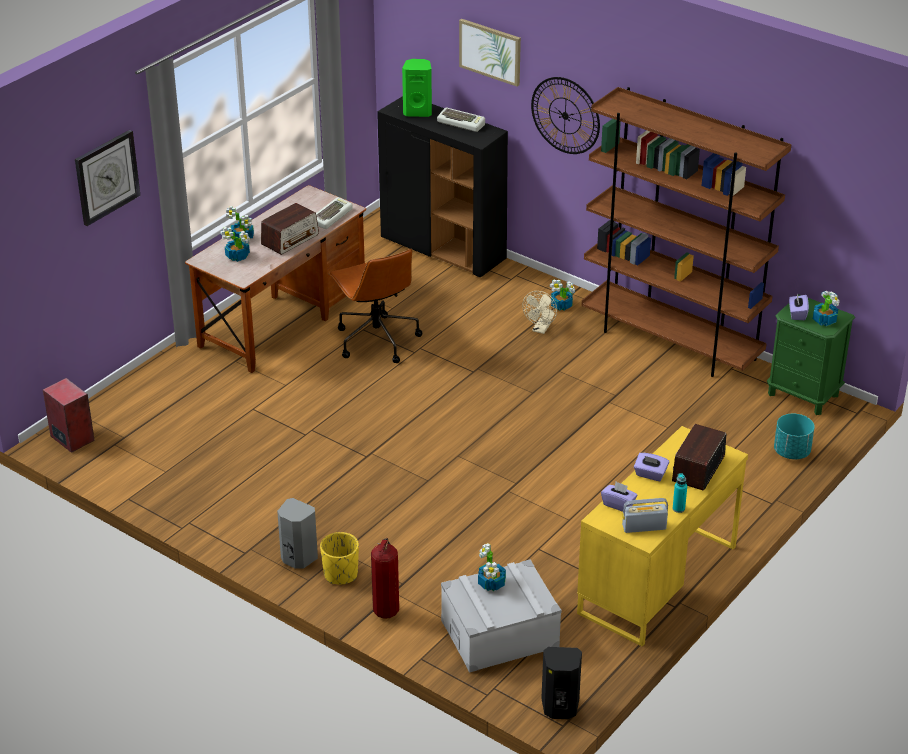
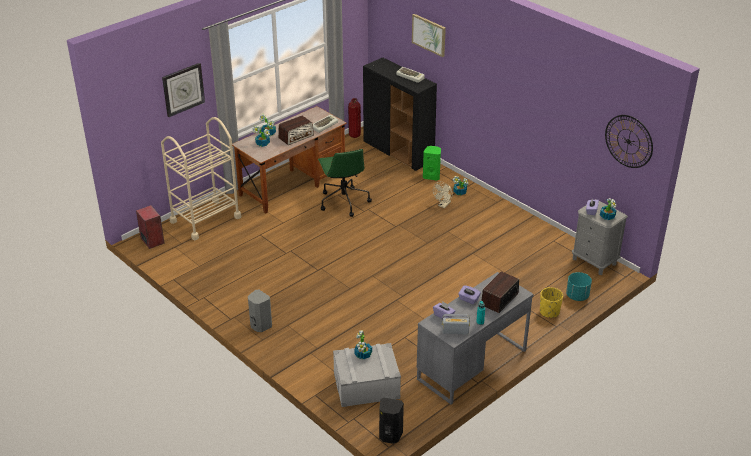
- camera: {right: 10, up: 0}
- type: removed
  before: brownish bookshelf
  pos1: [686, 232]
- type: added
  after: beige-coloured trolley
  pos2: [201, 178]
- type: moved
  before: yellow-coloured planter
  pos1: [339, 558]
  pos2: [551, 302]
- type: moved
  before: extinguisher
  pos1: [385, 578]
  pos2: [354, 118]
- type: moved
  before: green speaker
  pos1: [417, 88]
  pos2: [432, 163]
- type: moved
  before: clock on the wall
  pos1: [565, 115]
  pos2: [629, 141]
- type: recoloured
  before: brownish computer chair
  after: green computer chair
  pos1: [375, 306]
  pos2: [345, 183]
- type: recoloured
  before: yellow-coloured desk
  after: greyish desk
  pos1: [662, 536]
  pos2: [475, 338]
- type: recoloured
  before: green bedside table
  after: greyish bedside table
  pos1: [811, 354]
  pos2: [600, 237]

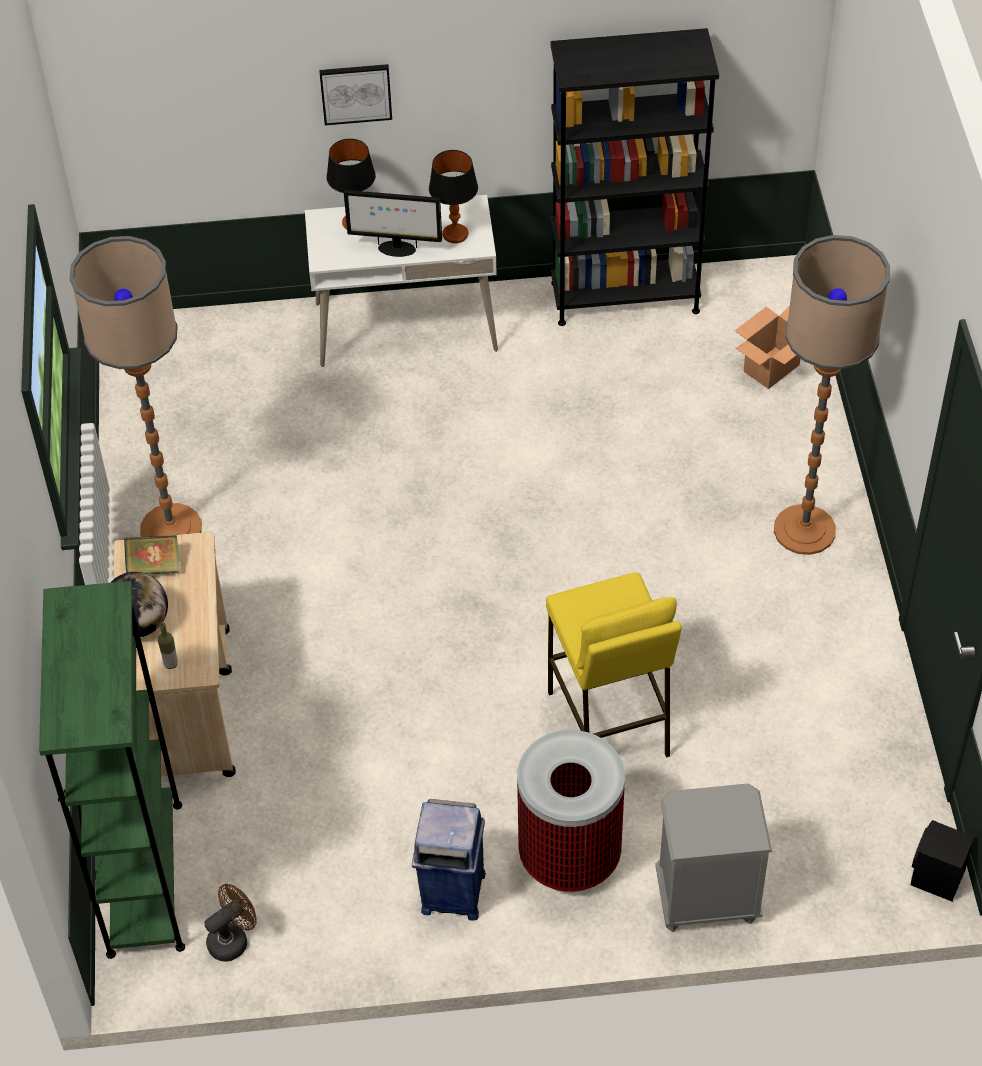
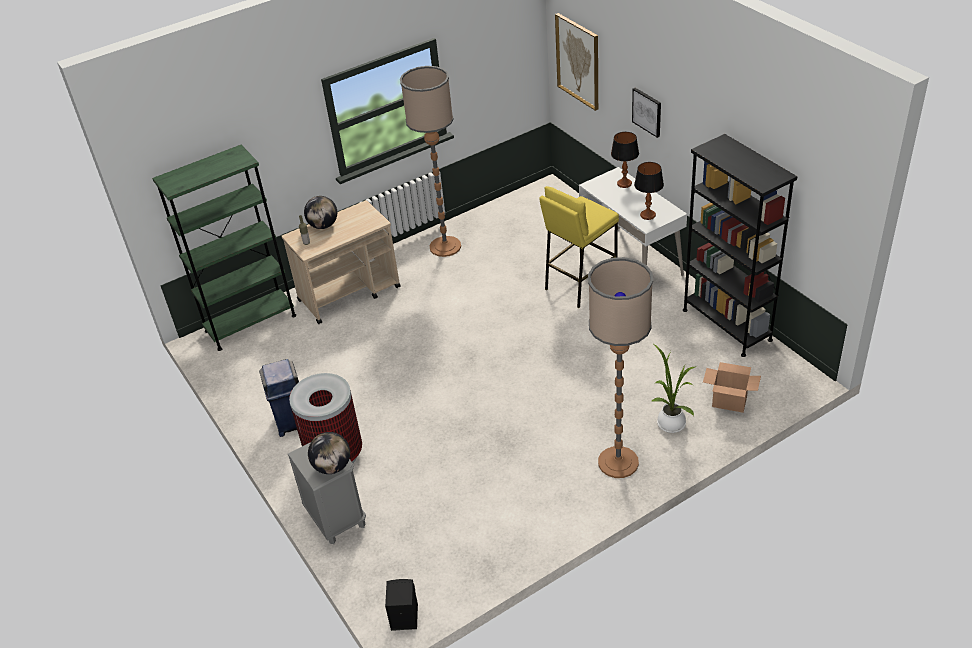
- camera: {right: 65, up: -10}
- type: removed
  before: volume
  pos1: [152, 555]
- type: removed
  before: brownish cooling fan
  pos1: [230, 922]
- type: removed
  before: monitor
  pos1: [393, 223]
- type: added
  after: globe
  pos2: [329, 453]
- type: added
  after: wall art
  pos2: [576, 62]
- type: added
  after: potted plant
  pos2: [673, 389]
- type: moved
  before: yellow-coloured sitting stool
  pos1: [613, 665]
  pos2: [579, 247]

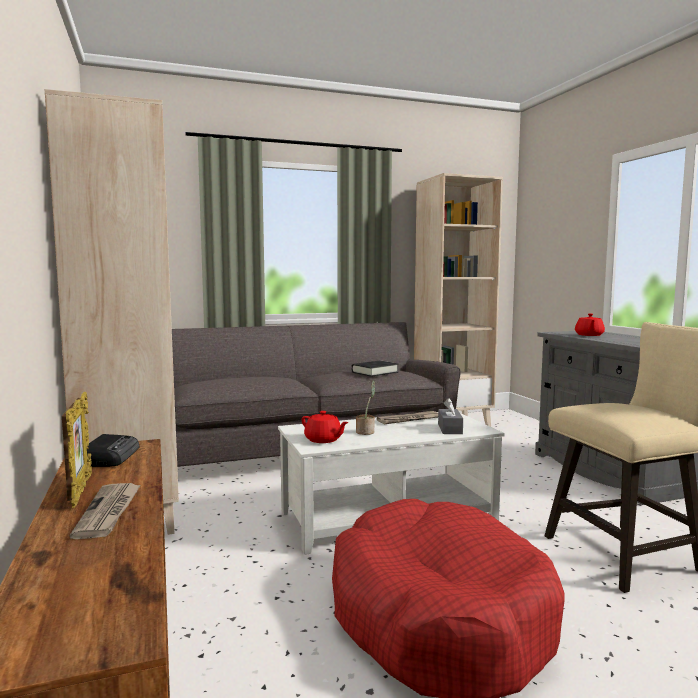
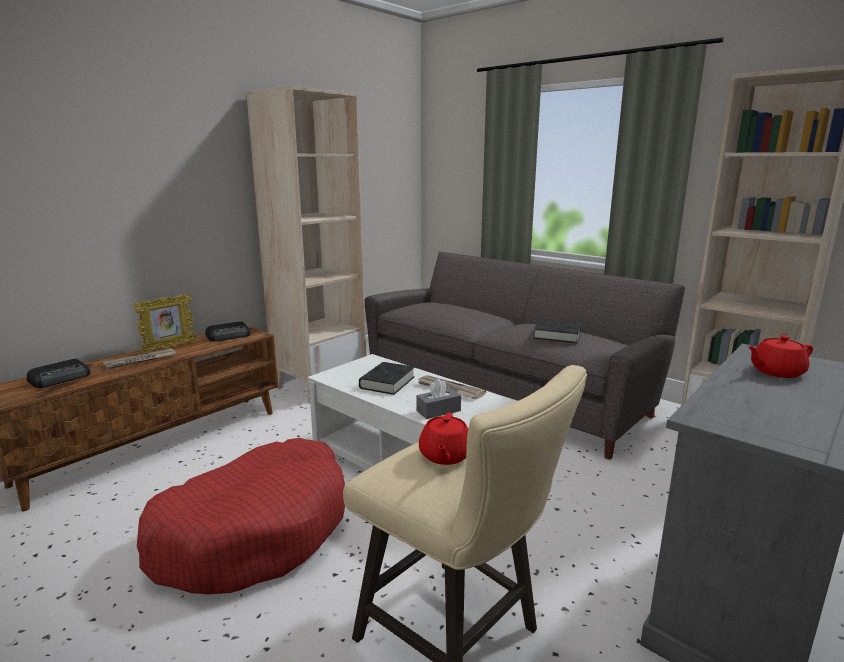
- camera: {right: 60, up: 10}
- type: added
  after: radio set
  pos2: [58, 373]
- type: moved
  before: red tea pot
  pos1: [325, 427]
  pos2: [443, 438]
- type: replaced
  before: potted plant
  after: blackish volume
  pos1: [365, 407]
  pos2: [387, 378]

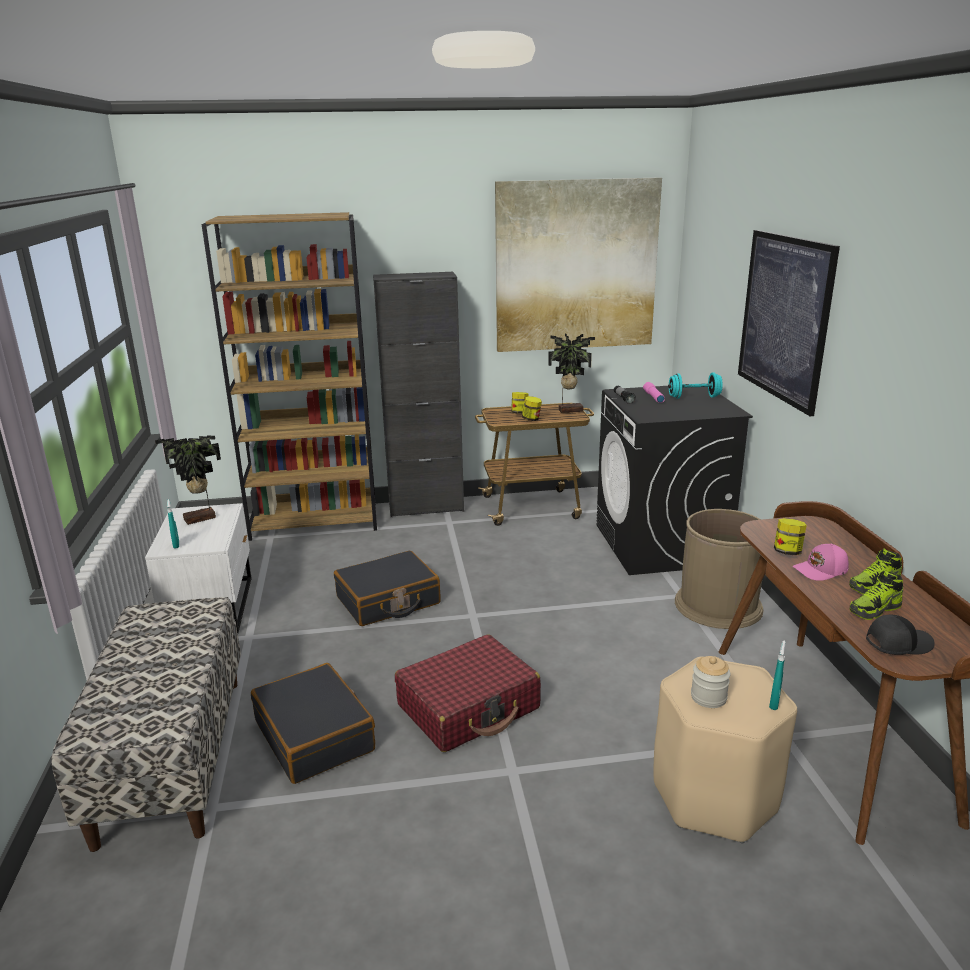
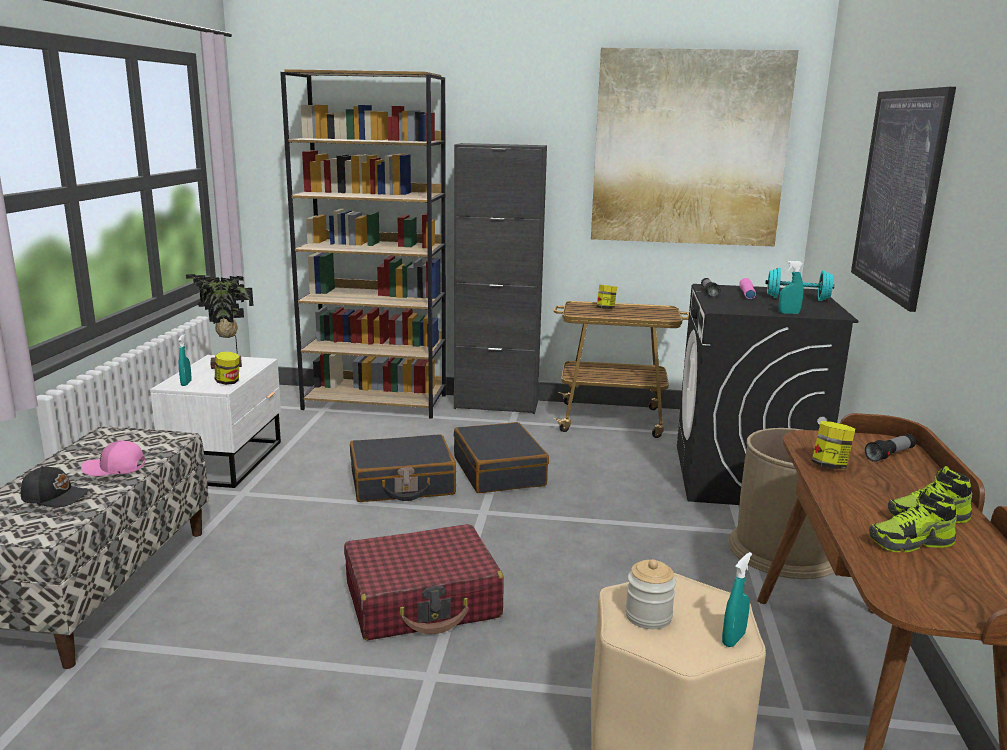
- camera: {right: 15, up: -5}
- type: removed
  before: potted plant
  pos1: [571, 373]
- type: added
  after: blue-green spray bottle
  pos2: [791, 287]
- type: added
  after: hand torch
  pos2: [890, 448]
- type: moved
  before: blackish piece of luggage
  pos1: [313, 723]
  pos2: [501, 457]
- type: moved
  before: jar
  pos1: [532, 408]
  pos2: [227, 368]
- type: moved
  before: pink-coloured peaked cap
  pos1: [820, 562]
  pos2: [113, 458]
- type: moved
  before: blackish peaked cap
  pos1: [900, 635]
  pos2: [55, 486]

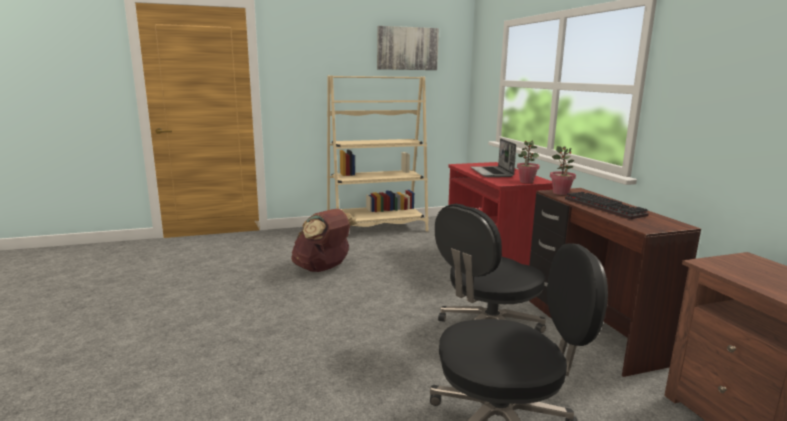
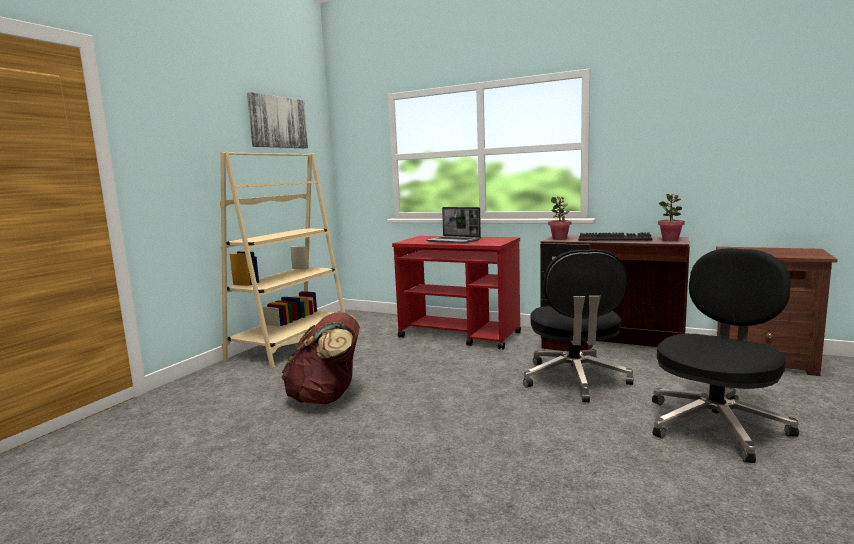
- camera: {right: -45, up: -5}
- type: moved
  before: potted plant
  pos1: [528, 161]
  pos2: [671, 217]

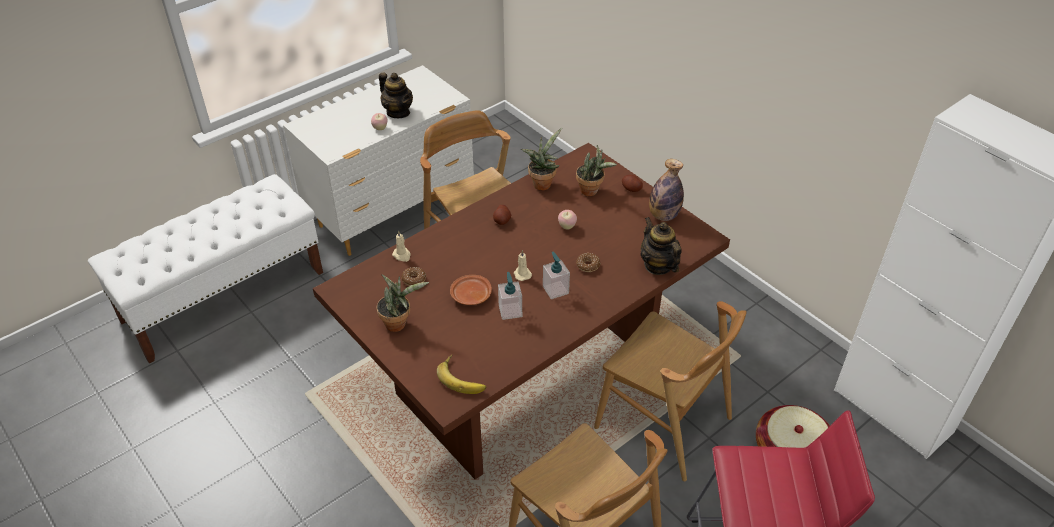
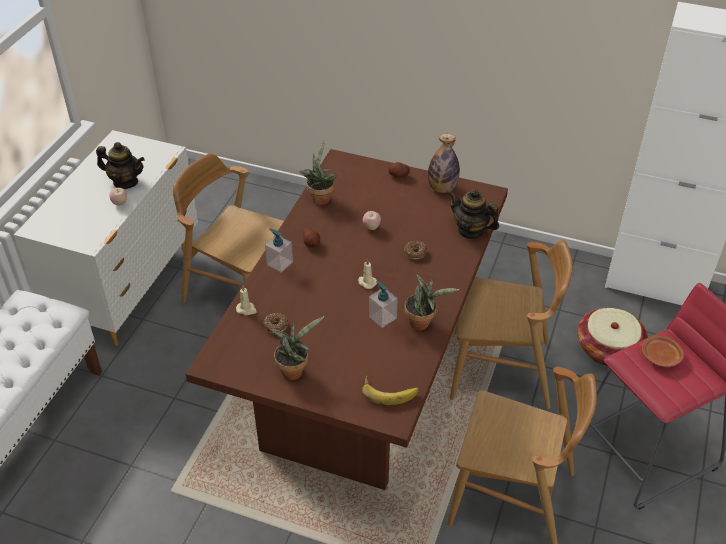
- camera: {right: -30, up: 0}
- type: moved
  before: brownish dinner plate
  pos1: [471, 290]
  pos2: [663, 351]
- type: moved
  before: liquid soap bottle
  pos1: [556, 275]
  pos2: [279, 250]
- type: moved
  before: potted plant
  pos1: [596, 170]
  pos2: [432, 301]

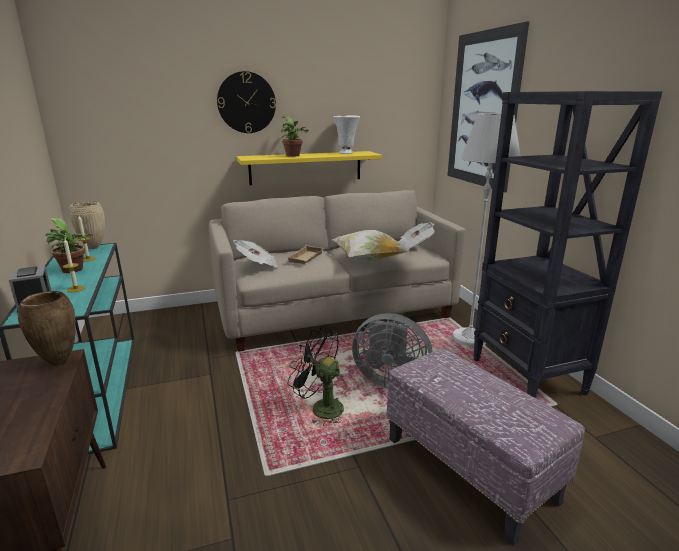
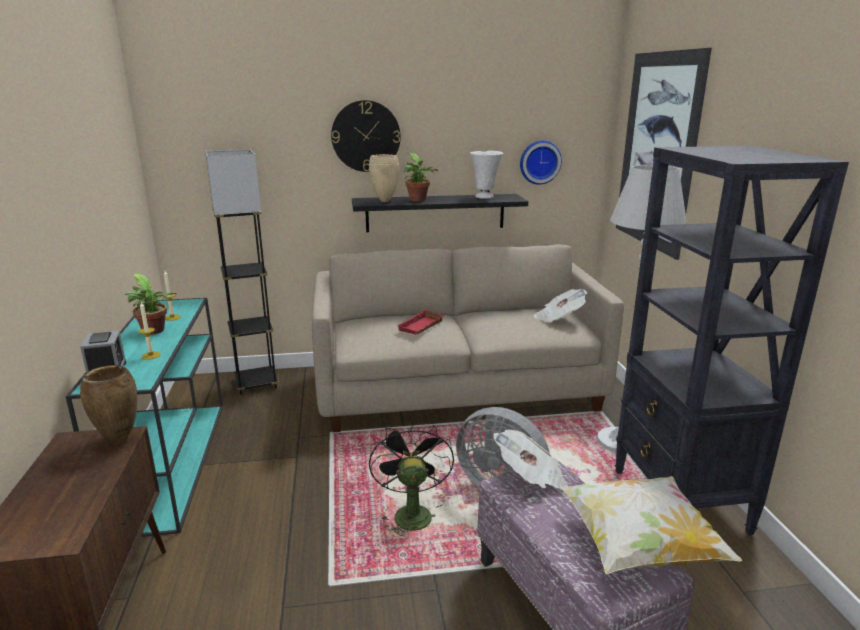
- camera: {right: 10, up: 0}
- type: added
  after: greyish standard lamp
  pos2: [242, 272]
- type: added
  after: clock on the wall
  pos2: [541, 162]
- type: moved
  before: beige-coloured decorative vase
  pos1: [87, 225]
  pos2: [384, 178]
- type: moved
  before: newspaper
  pos1: [255, 253]
  pos2: [531, 460]
- type: moved
  before: cushion
  pos1: [371, 245]
  pos2: [651, 525]
- type: recoloured
  before: yellow-coloured wall shelf
  after: blackish wall shelf
  pos1: [309, 168]
  pos2: [440, 213]
- type: recoloured
  before: beige-coloured tray
  after: red tray
  pos1: [305, 254]
  pos2: [421, 321]
- type: turned
  before: blackish cooling fan
  pos1: [317, 377]
  pos2: [411, 479]
  turn: 45

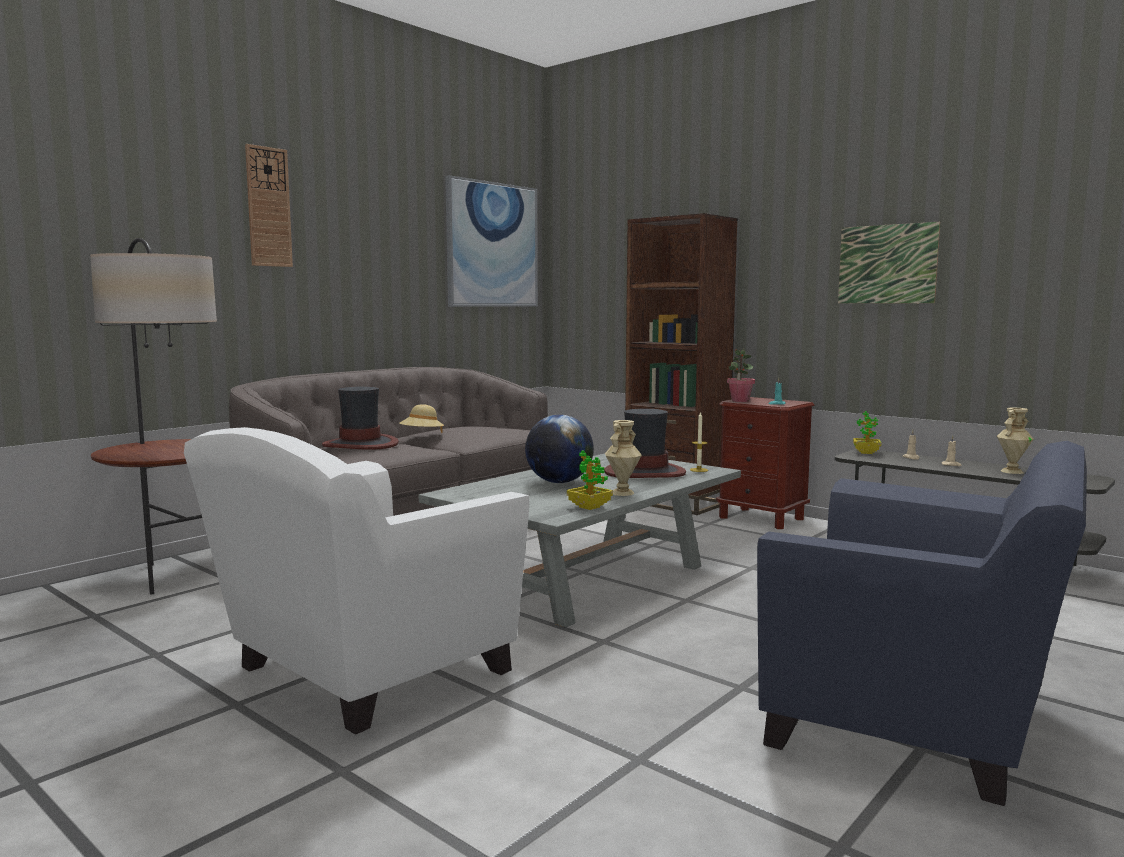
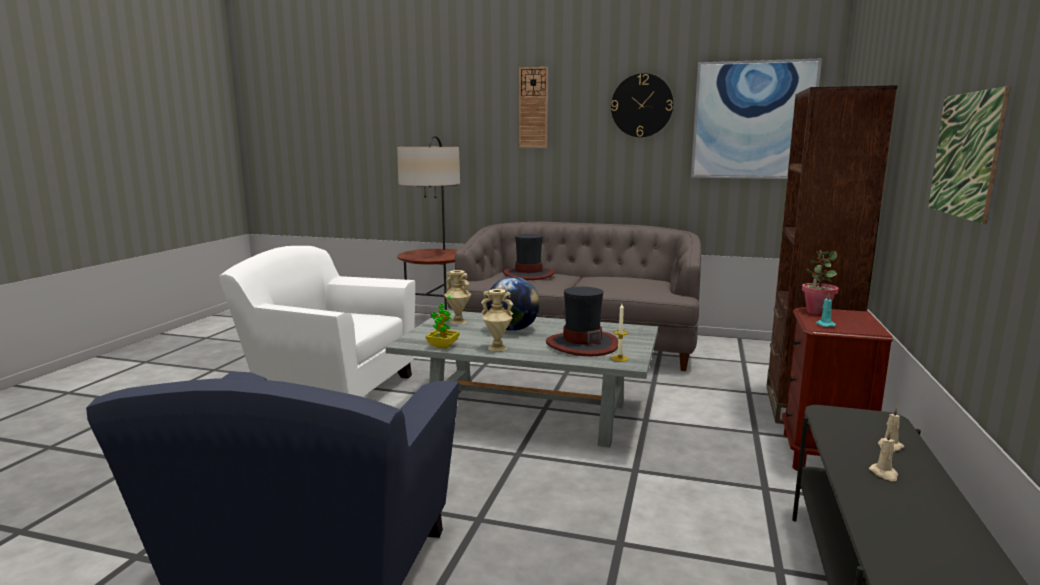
- camera: {right: 65, up: 5}
- type: removed
  before: beige-coloured hat
  pos1: [421, 418]
- type: removed
  before: potted plant
  pos1: [867, 432]
- type: added
  after: clock on the wall
  pos2: [642, 105]
- type: moved
  before: beige-coloured decorative vase
  pos1: [1015, 440]
  pos2: [457, 297]

